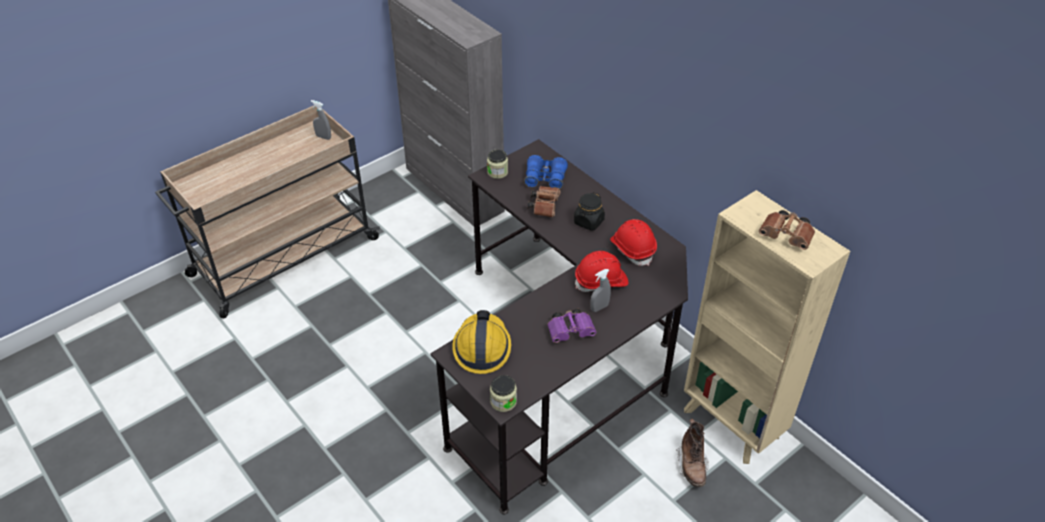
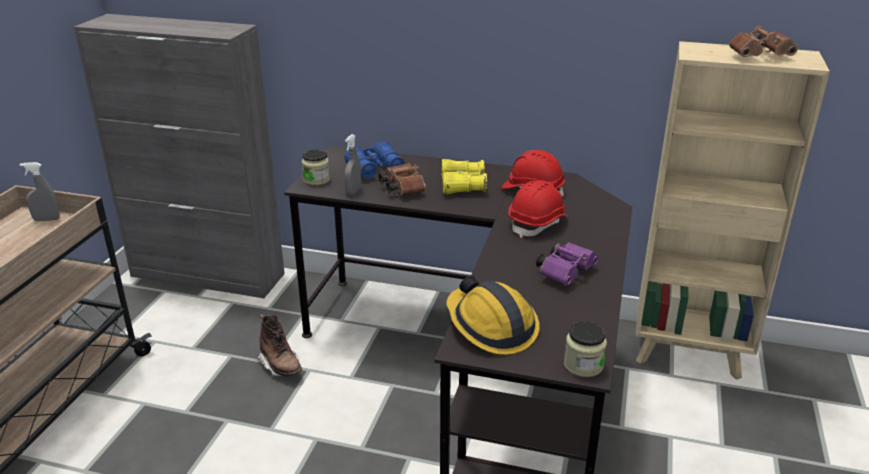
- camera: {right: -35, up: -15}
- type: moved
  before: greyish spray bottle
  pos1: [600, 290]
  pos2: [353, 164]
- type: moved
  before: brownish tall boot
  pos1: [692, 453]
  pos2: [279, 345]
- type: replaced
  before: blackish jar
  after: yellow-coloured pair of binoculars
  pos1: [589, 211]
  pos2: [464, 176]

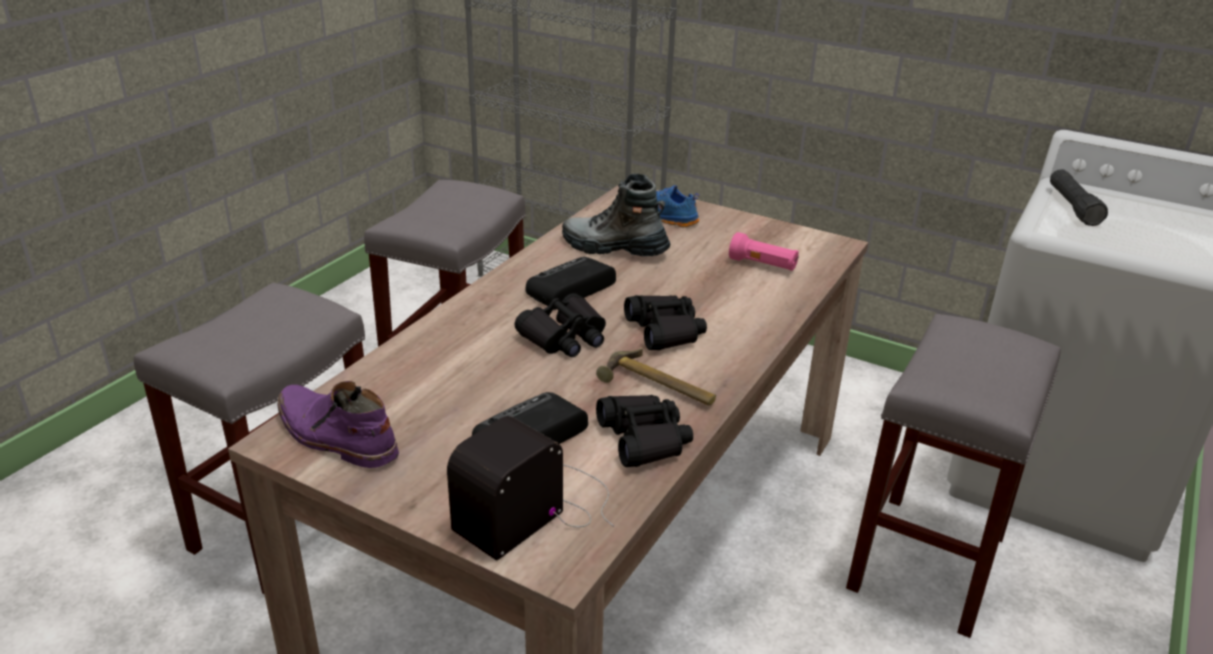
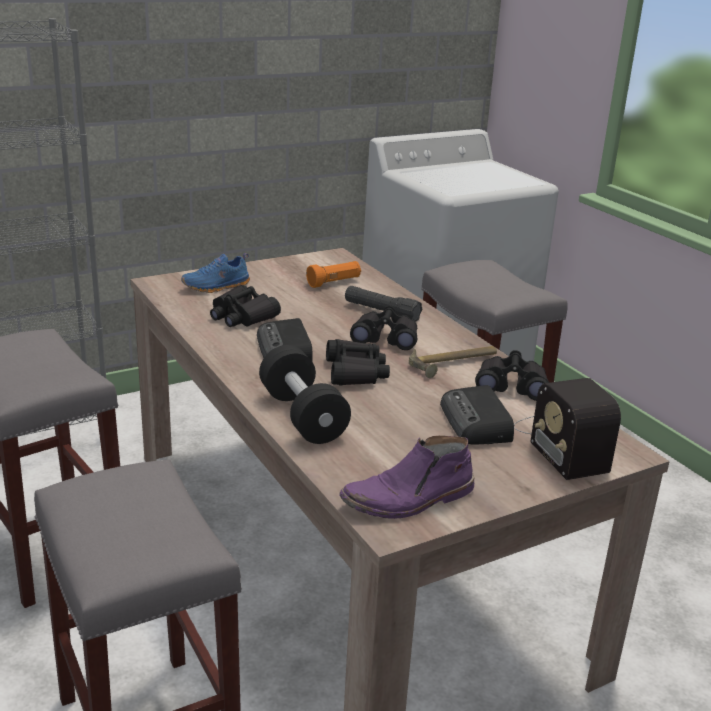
- camera: {right: -60, up: -5}
- type: added
  after: blackish hand weight
  pos2: [305, 394]
- type: moved
  before: blackish hand torch
  pos1: [1079, 197]
  pos2: [383, 304]
- type: replaced
  before: tall boot
  after: blackish pair of binoculars
  pos1: [616, 214]
  pos2: [245, 306]
- type: recoloured
  before: pink-coloured hand torch
  after: orange-coloured hand torch
  pos1: [764, 251]
  pos2: [333, 274]

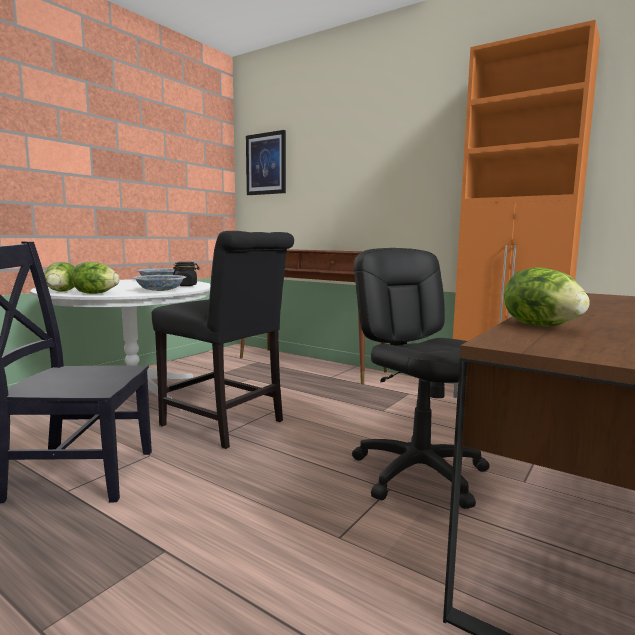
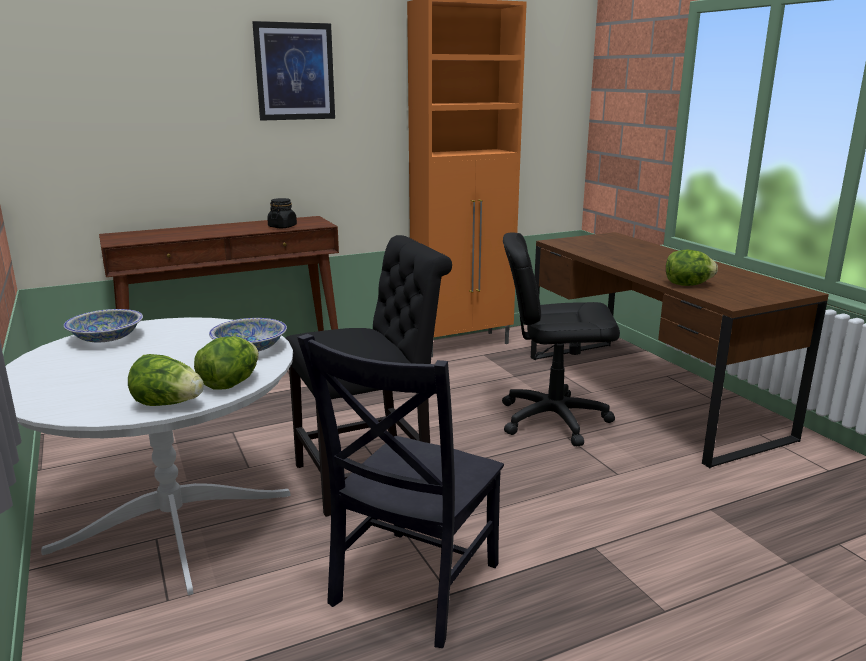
- camera: {right: -60, up: 10}
- type: moved
  before: blackish jar
  pos1: [186, 274]
  pos2: [282, 213]
- type: moved
  before: wall art
  pos1: [266, 162]
  pos2: [293, 71]

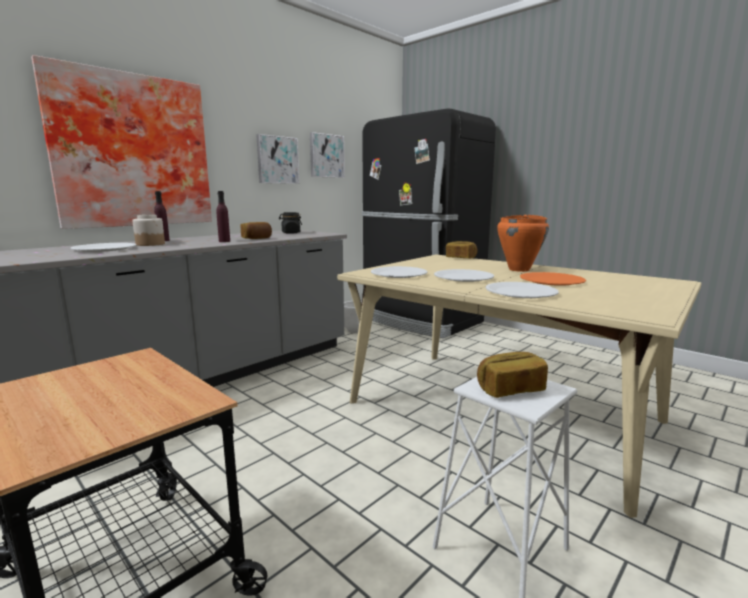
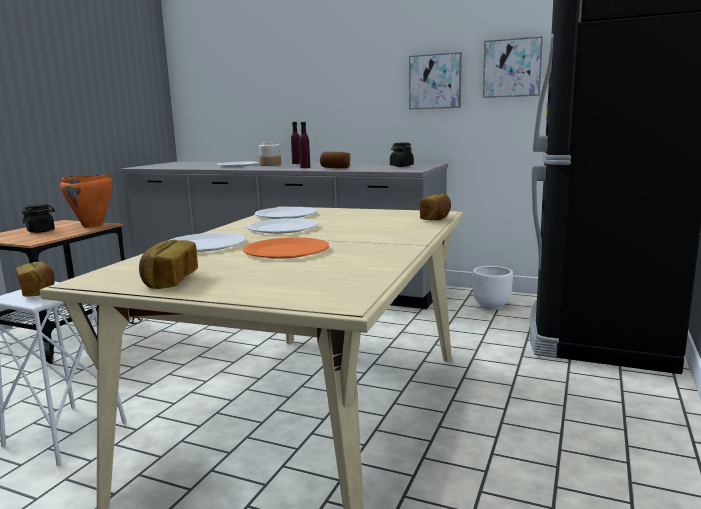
- camera: {right: 70, up: 0}
- type: removed
  before: wall art
  pos1: [121, 142]
- type: added
  after: blackish jar
  pos2: [38, 218]
- type: added
  after: bread
  pos2: [168, 264]
- type: moved
  before: orange-coloured cooking pot
  pos1: [523, 243]
  pos2: [86, 201]

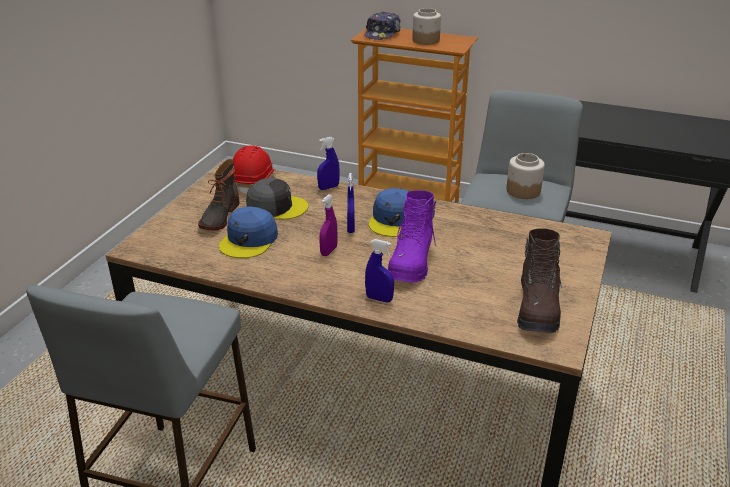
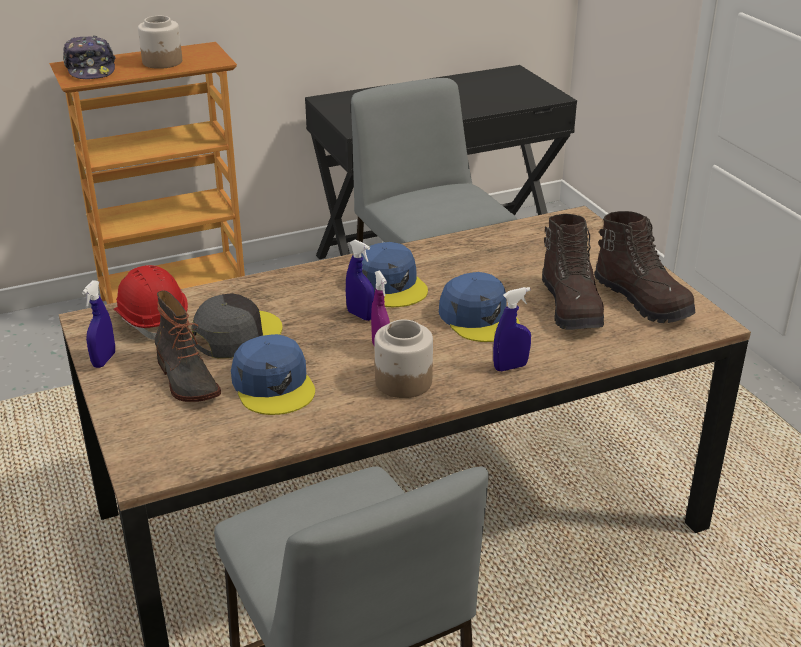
- camera: {right: -45, up: 0}
- type: added
  after: brownish tall boot
  pos2: [573, 272]
- type: moved
  before: blue-coloured spray bottle
  pos1: [328, 163]
  pos2: [98, 324]
- type: moved
  before: jar
  pos1: [525, 176]
  pos2: [403, 358]
- type: replaced
  before: purplish tall boot
  after: blue-coloured peaked cap
  pos1: [412, 236]
  pos2: [479, 307]

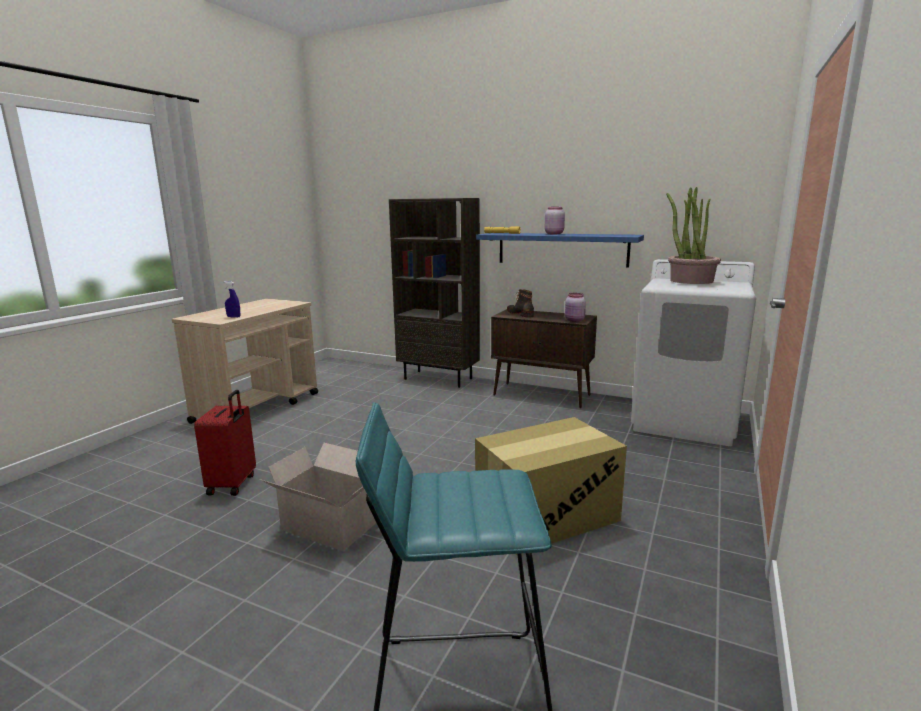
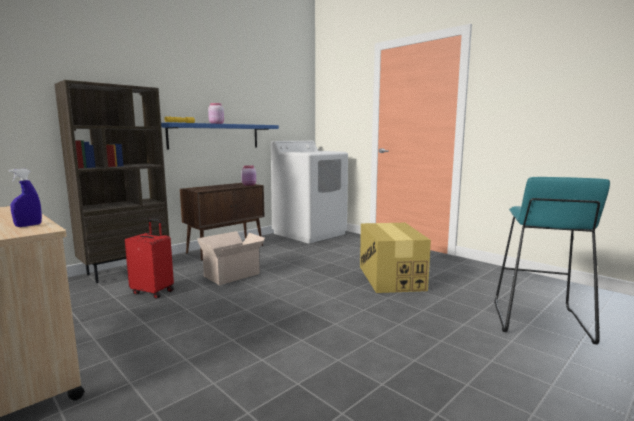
- camera: {right: -70, up: -5}
- type: removed
  before: tall boot
  pos1: [520, 303]
- type: removed
  before: potted plant
  pos1: [693, 235]
- type: moved
  before: red piece of luggage
  pos1: [225, 443]
  pos2: [149, 258]
- type: moved
  before: cardboard box
  pos1: [318, 497]
  pos2: [231, 258]

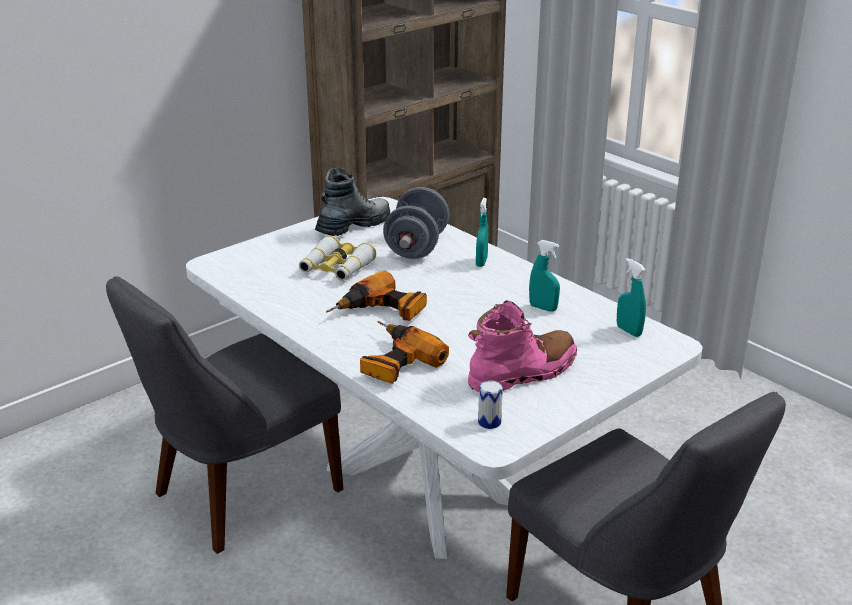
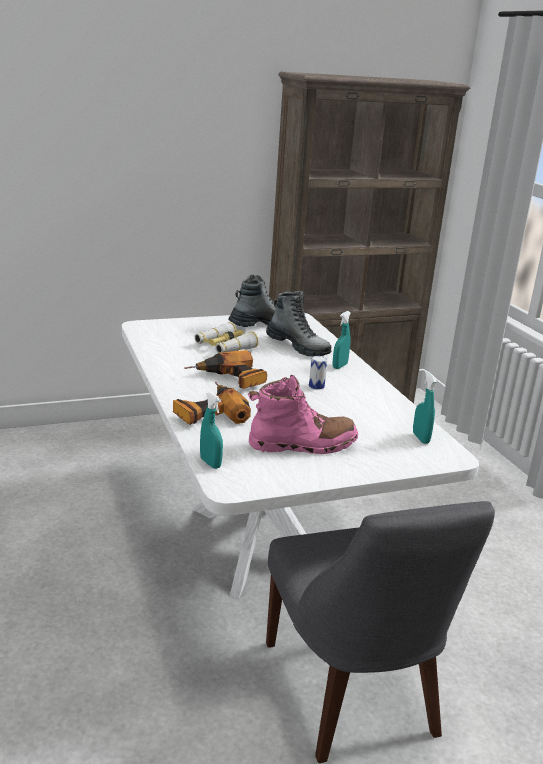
- camera: {right: 20, up: -5}
- type: removed
  before: greyish upright chair
  pos1: [224, 415]
- type: moved
  before: sealed can
  pos1: [490, 404]
  pos2: [318, 373]
- type: moved
  before: blue-green spray bottle
  pos1: [544, 276]
  pos2: [211, 430]
- type: replaced
  before: greyish hand weight
  after: tall boot
  pos1: [416, 223]
  pos2: [299, 323]

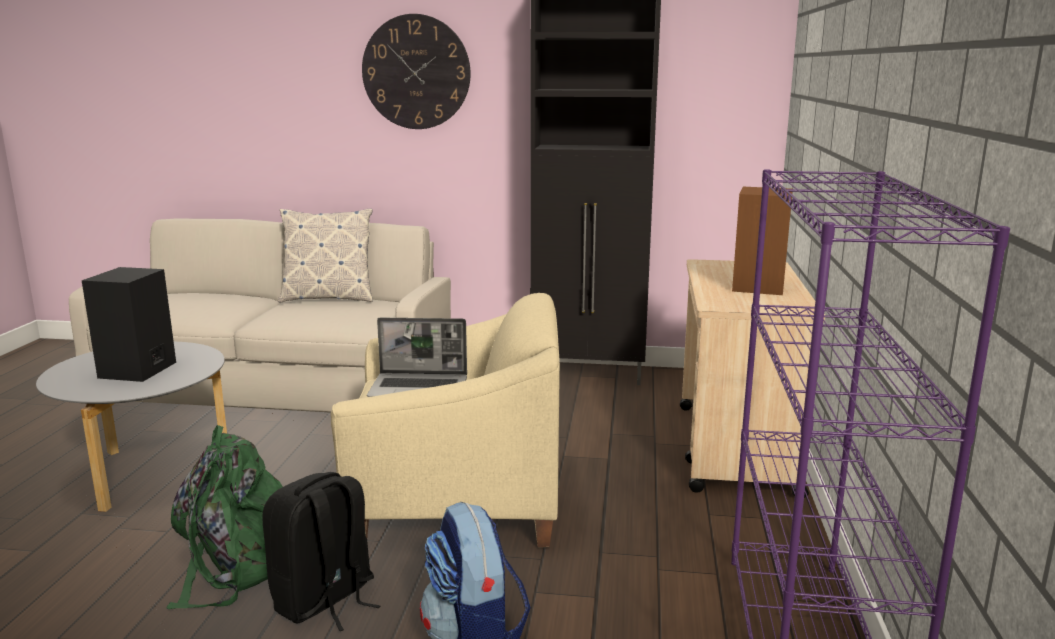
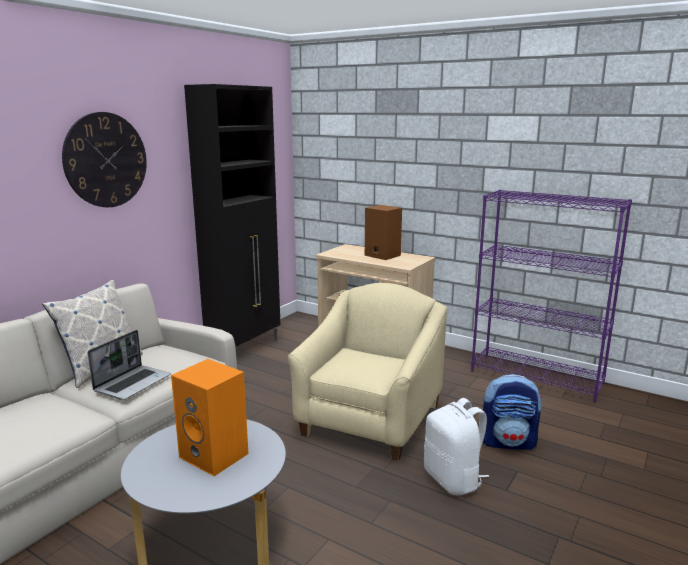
- camera: {right: -65, up: 0}
- type: removed
  before: green backpack
  pos1: [224, 517]
- type: moved
  before: portable computer
  pos1: [417, 357]
  pos2: [129, 365]
- type: recoloured
  before: blackish speaker
  after: orange-coloured speaker
  pos1: [129, 324]
  pos2: [209, 417]
- type: recoloured
  before: blackish backpack
  after: whitish backpack
  pos1: [321, 551]
  pos2: [456, 447]

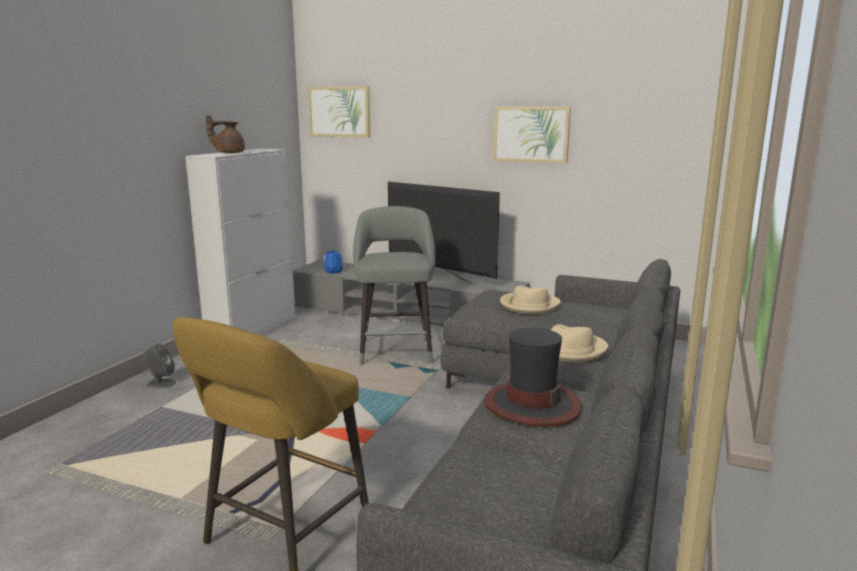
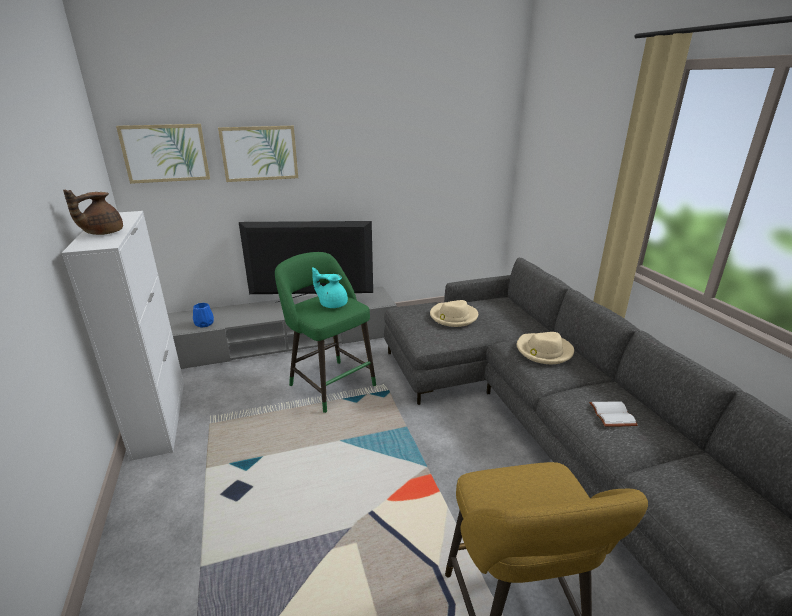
- camera: {right: -40, up: 10}
- type: removed
  before: greyish speaker
  pos1: [159, 366]
- type: added
  after: blue-green tea pot
  pos2: [330, 287]
- type: moved
  before: wall art
  pos1: [532, 135]
  pos2: [258, 154]
- type: replaced
  before: hat
  after: whitish volume
  pos1: [533, 377]
  pos2: [613, 414]
- type: recoloured
  before: greyish sitting stool
  after: green sitting stool
  pos1: [394, 285]
  pos2: [325, 332]

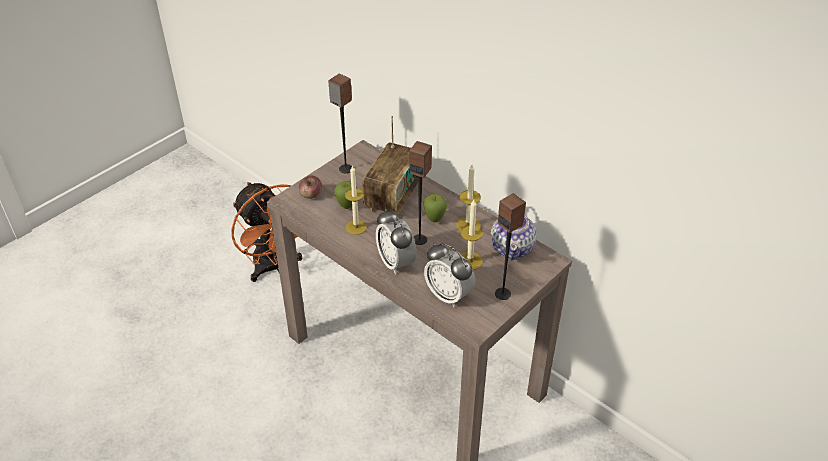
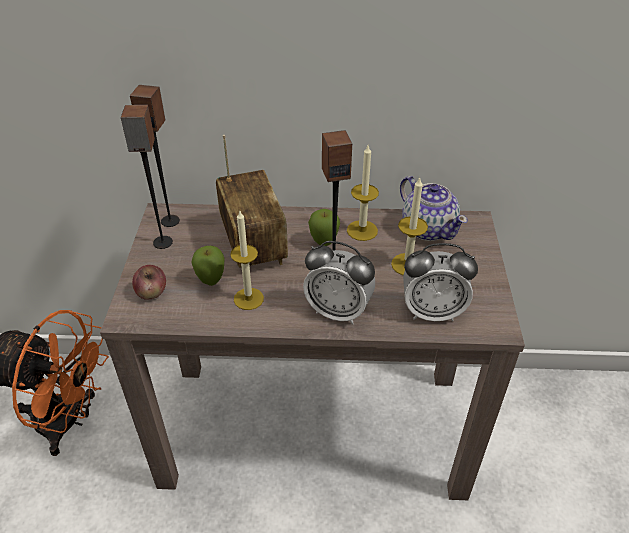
- camera: {right: -40, up: 0}
- type: moved
  before: speaker
  pos1: [510, 246]
  pos2: [155, 156]

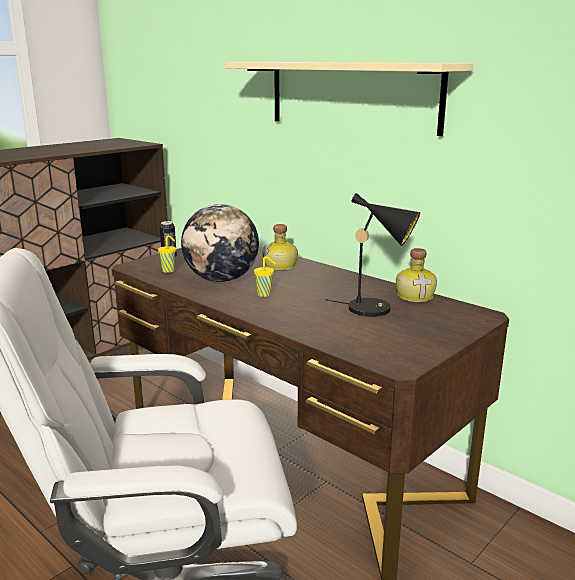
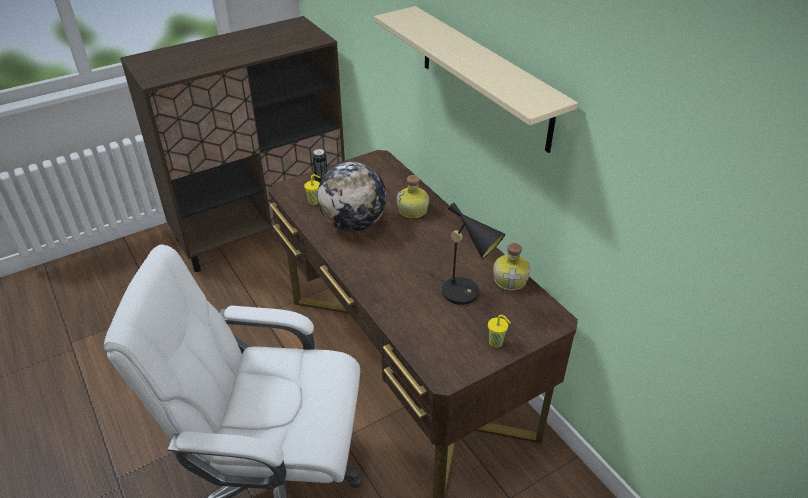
- camera: {right: 15, up: 20}
- type: moved
  before: yellow-coloured drinking cup
  pos1: [265, 276]
  pos2: [499, 331]

